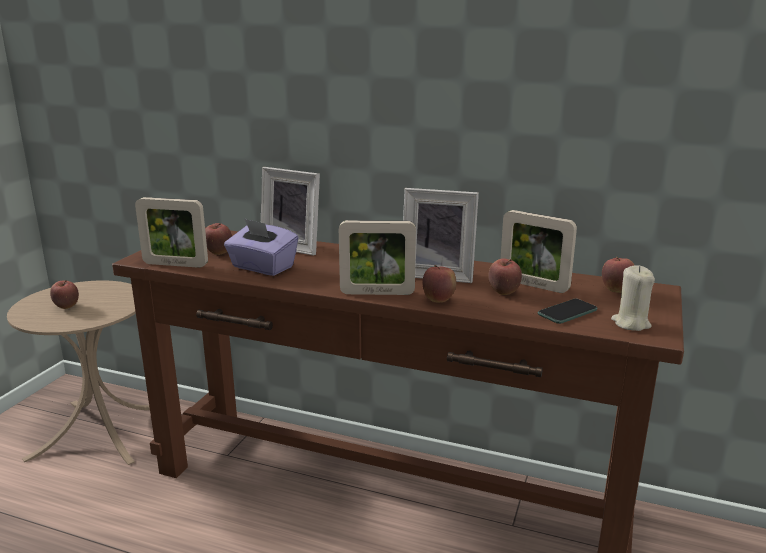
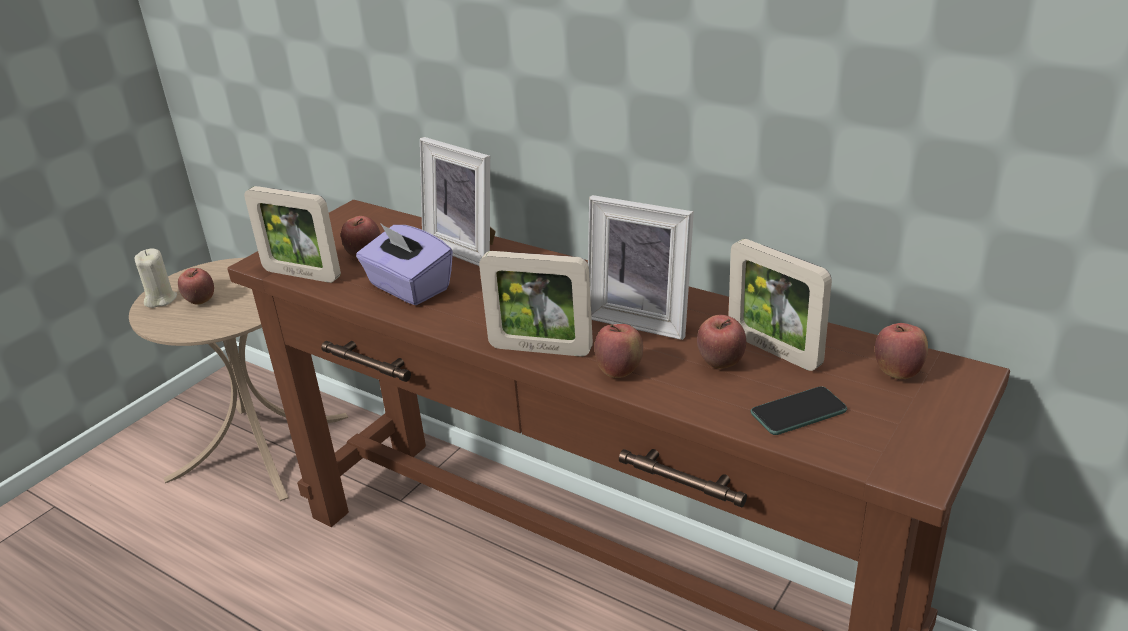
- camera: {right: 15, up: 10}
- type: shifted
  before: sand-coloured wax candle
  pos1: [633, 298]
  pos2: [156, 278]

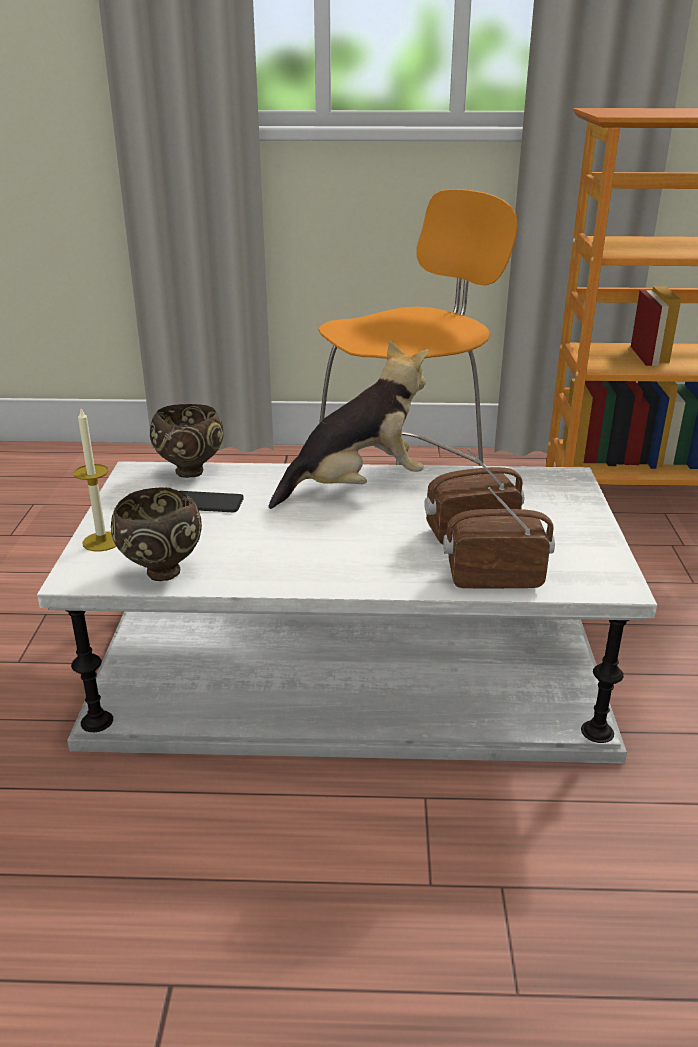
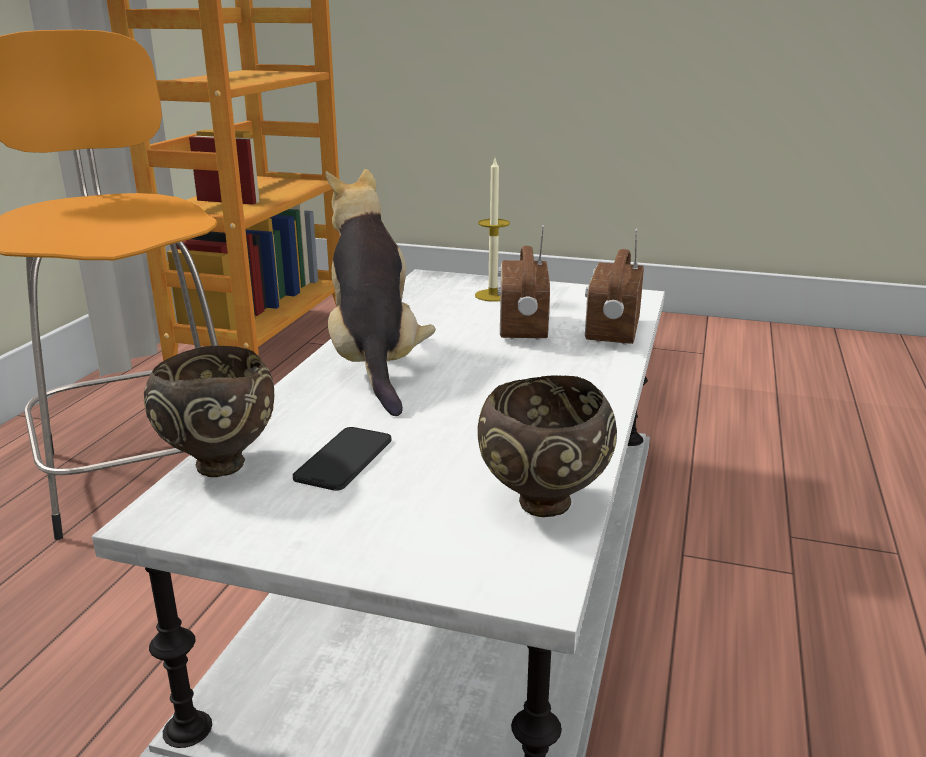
- camera: {right: -75, up: -5}
- type: shifted
  before: wax candle
  pos1: [95, 480]
  pos2: [492, 230]

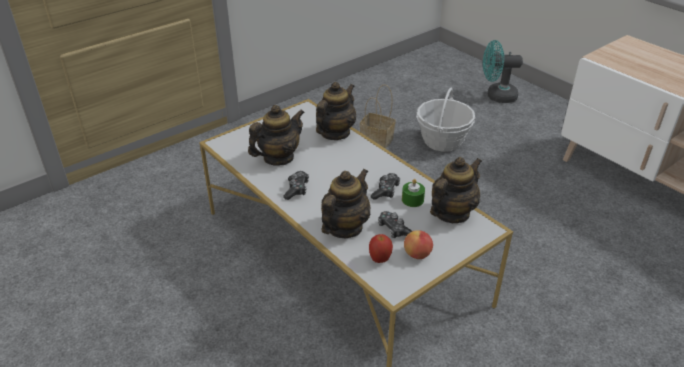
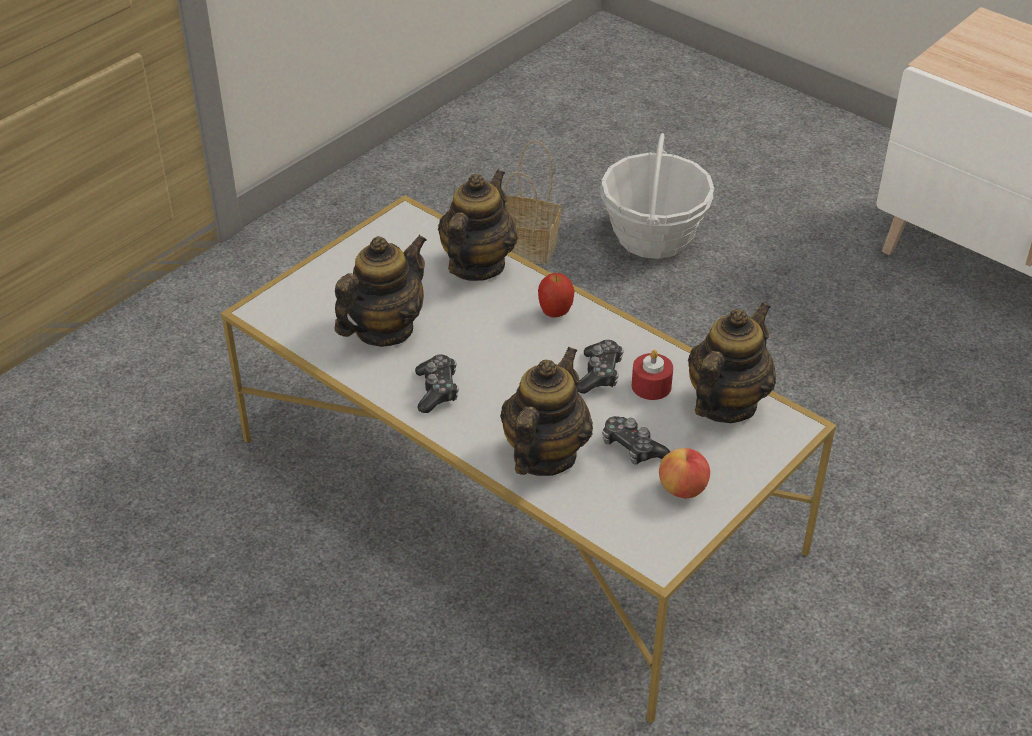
- camera: {right: -10, up: 5}
- type: gone
  before: blue-green cooling fan
  pos1: [503, 71]
- type: shifted
  before: apple fruit
  pos1: [381, 248]
  pos2: [556, 295]
- type: repainted
  before: greenish wax candle
  after: red wax candle
  pos1: [413, 193]
  pos2: [652, 375]

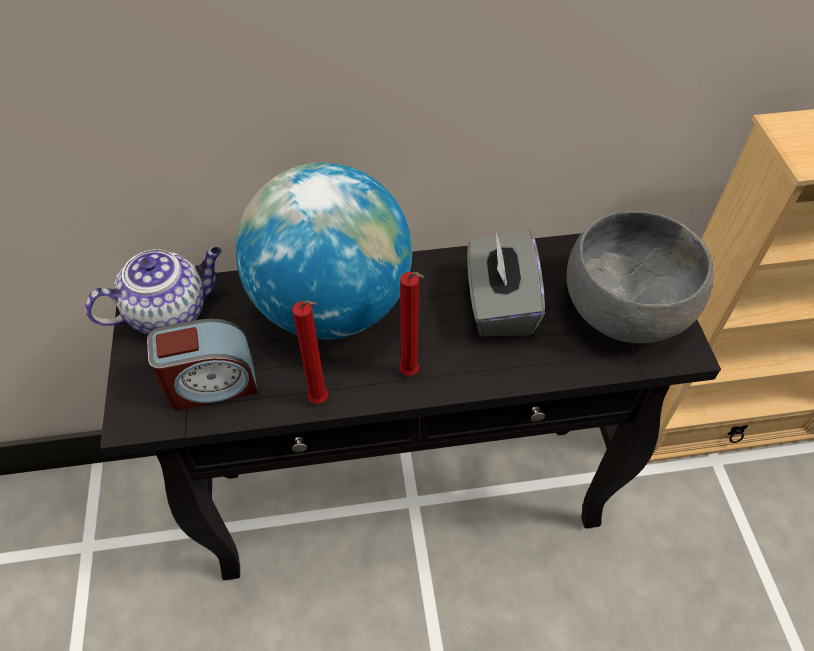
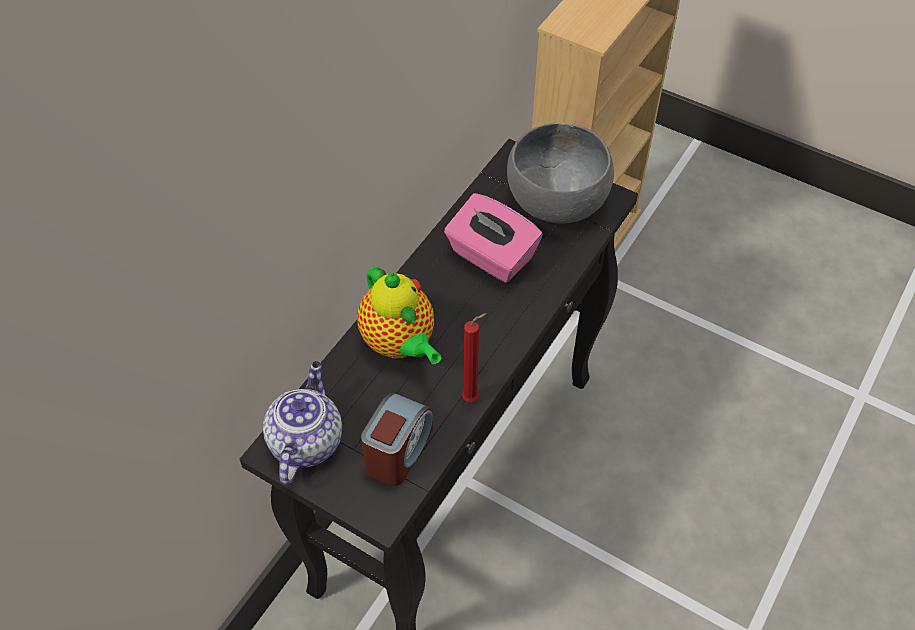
- camera: {right: -50, up: 0}
- type: gone
  before: red wax candle
  pos1: [411, 324]
- type: swapped
  before: desk globe
  after: teapot
  pos1: [324, 251]
  pos2: [399, 314]
- type: repainted
  before: greyish tissue box
  after: pinkish tissue box
  pos1: [506, 283]
  pos2: [493, 238]

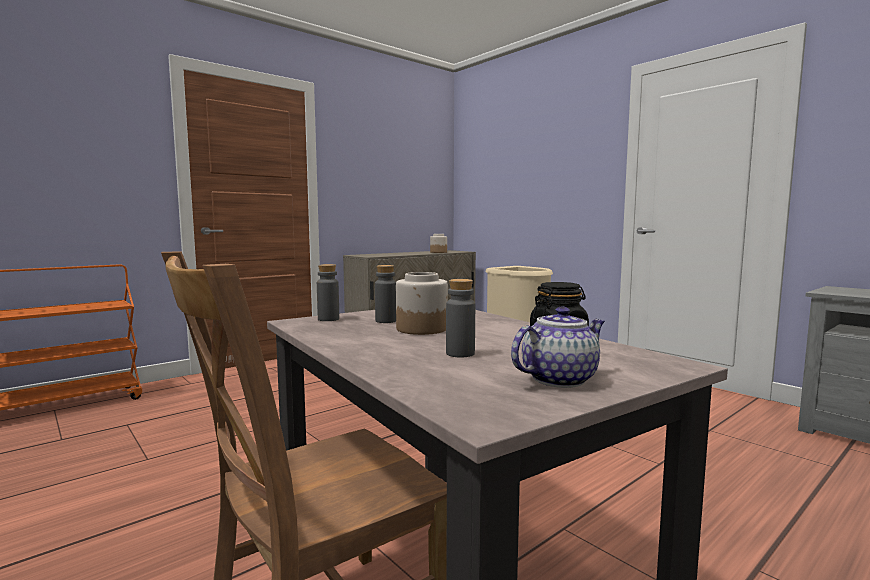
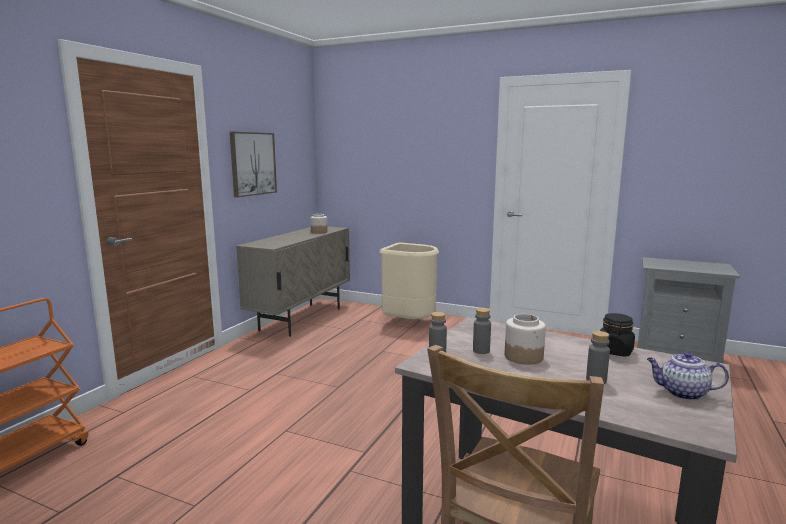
- camera: {right: -25, up: 5}
- type: new
  after: wall picture
  pos2: [253, 164]
- type: rotated
  before: teapot
  pos1: [558, 347]
  pos2: [688, 376]
  turn: -105

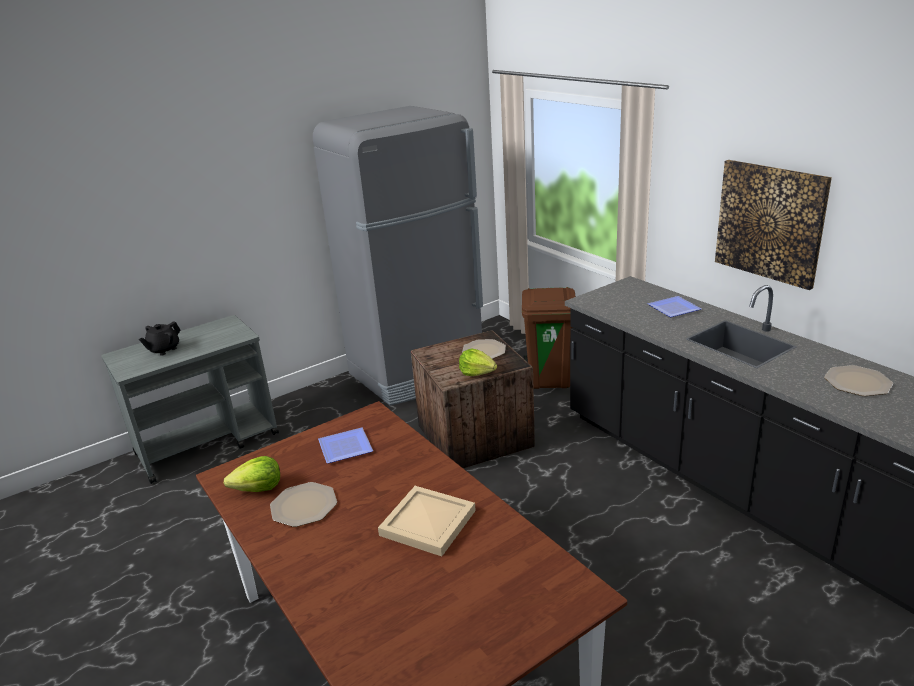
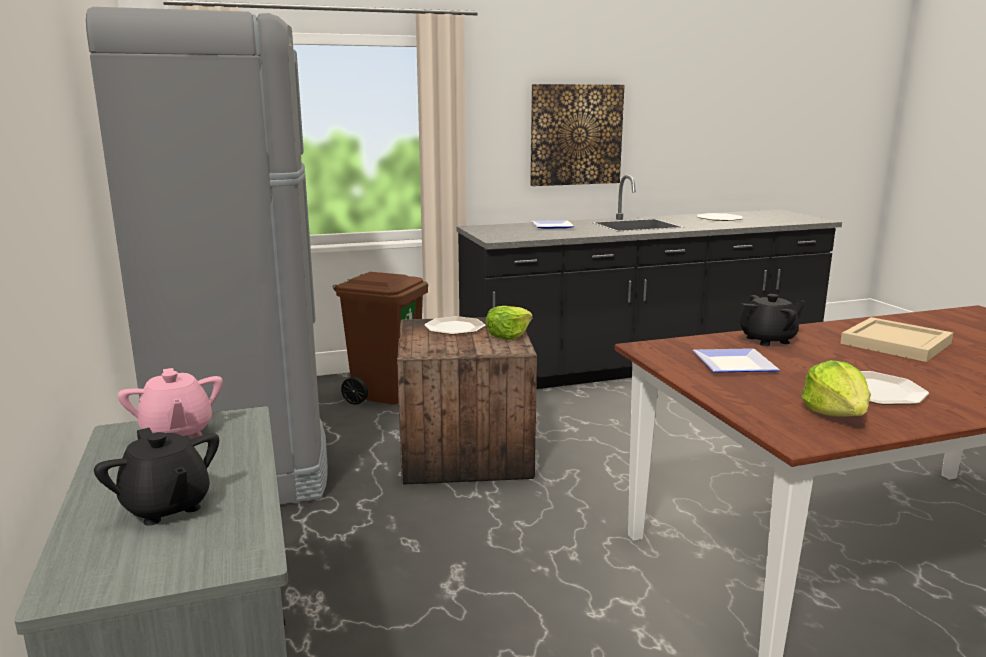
- camera: {right: -75, up: -10}
- type: new
  after: pinkish teapot
  pos2: [170, 403]
- type: new
  after: black teapot
  pos2: [770, 320]

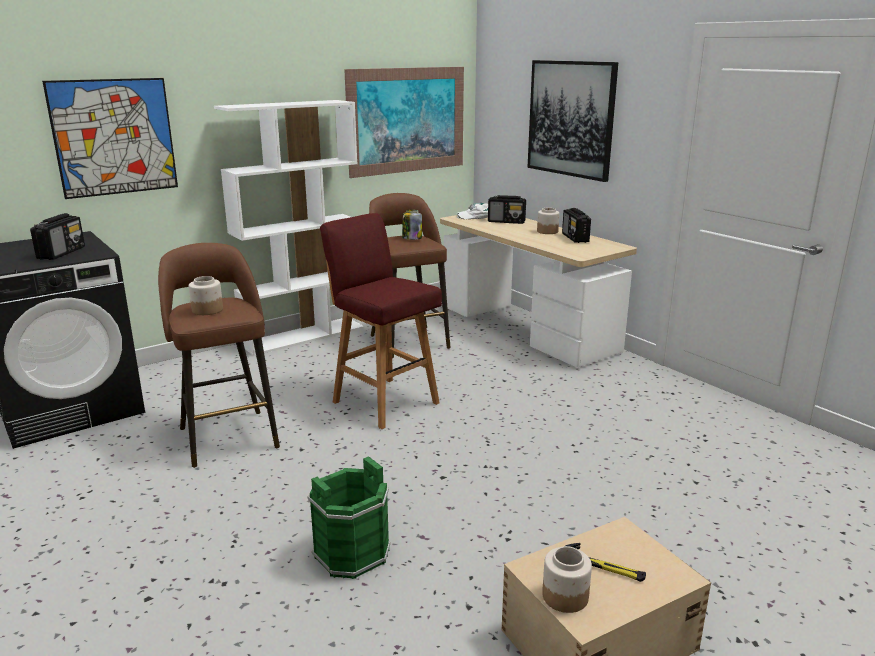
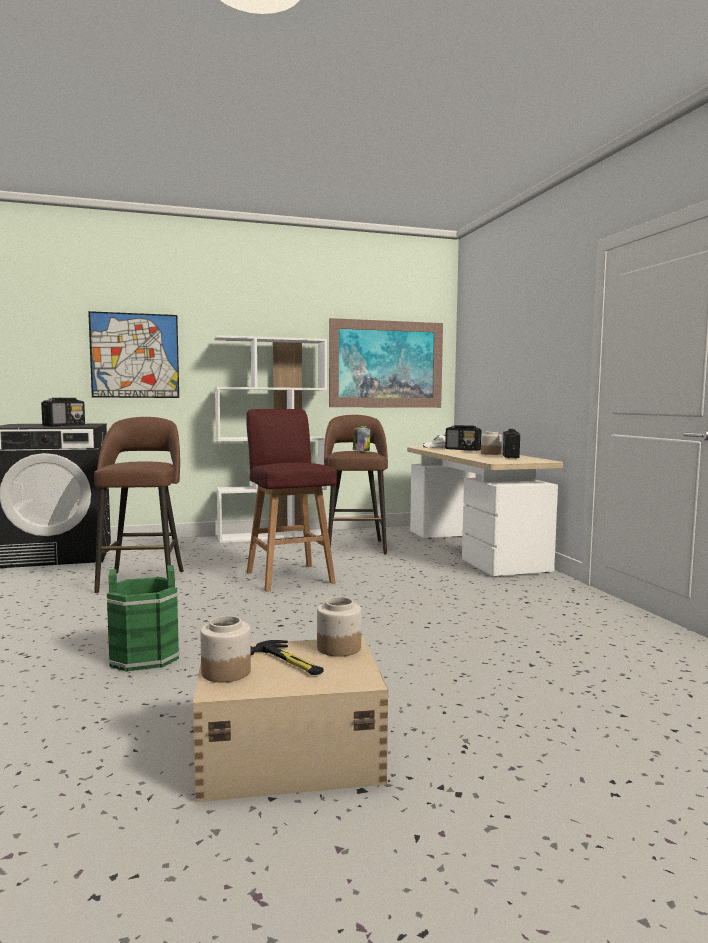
- camera: {right: 20, up: -15}
- type: gone
  before: wall picture
  pos1: [572, 121]
- type: shifted
  before: jar
  pos1: [206, 295]
  pos2: [339, 627]

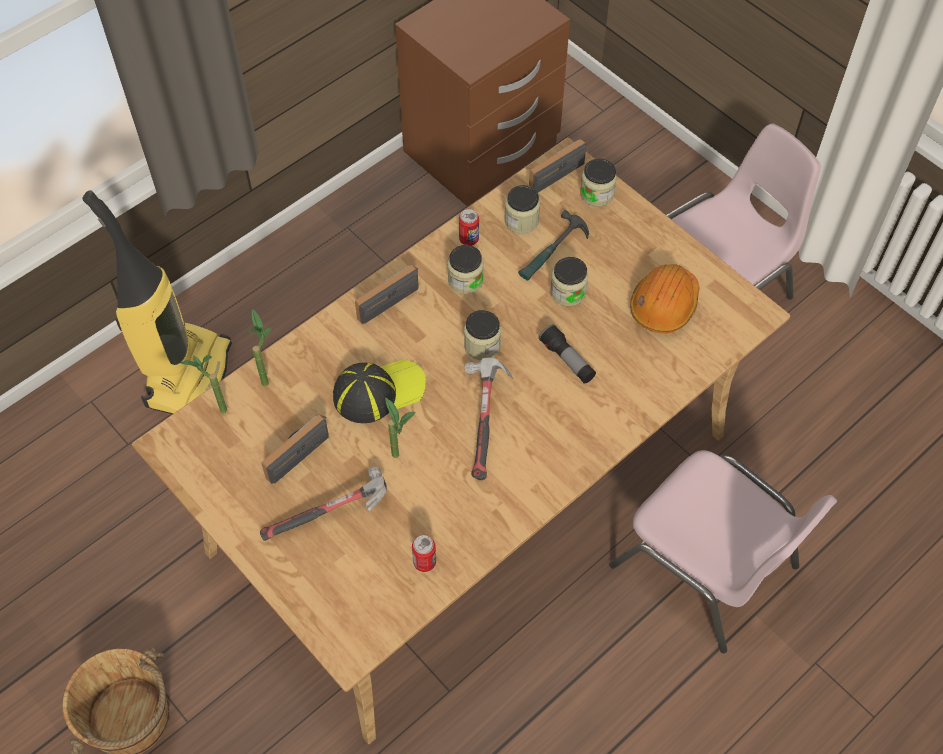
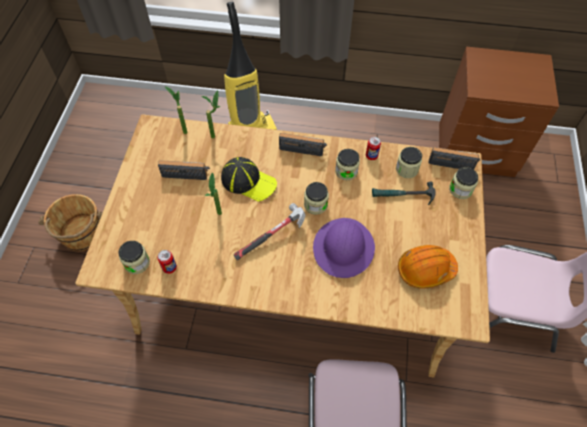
- camera: {right: 50, up: 0}
- type: gone
  before: tool hammer
  pos1: [323, 504]
- type: shifted
  before: jar
  pos1: [569, 281]
  pos2: [134, 257]
- type: swapped
  before: flashlight
  after: purple safety helmet
  pos1: [567, 354]
  pos2: [344, 248]

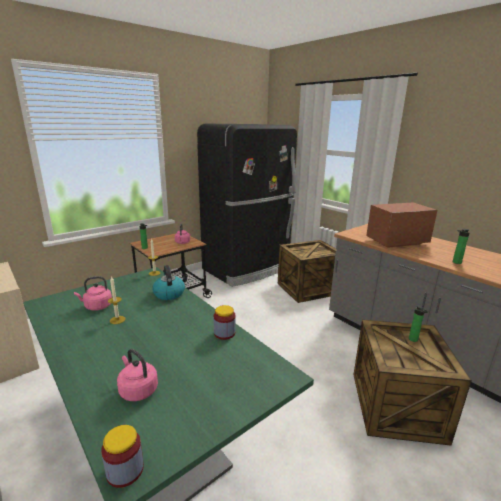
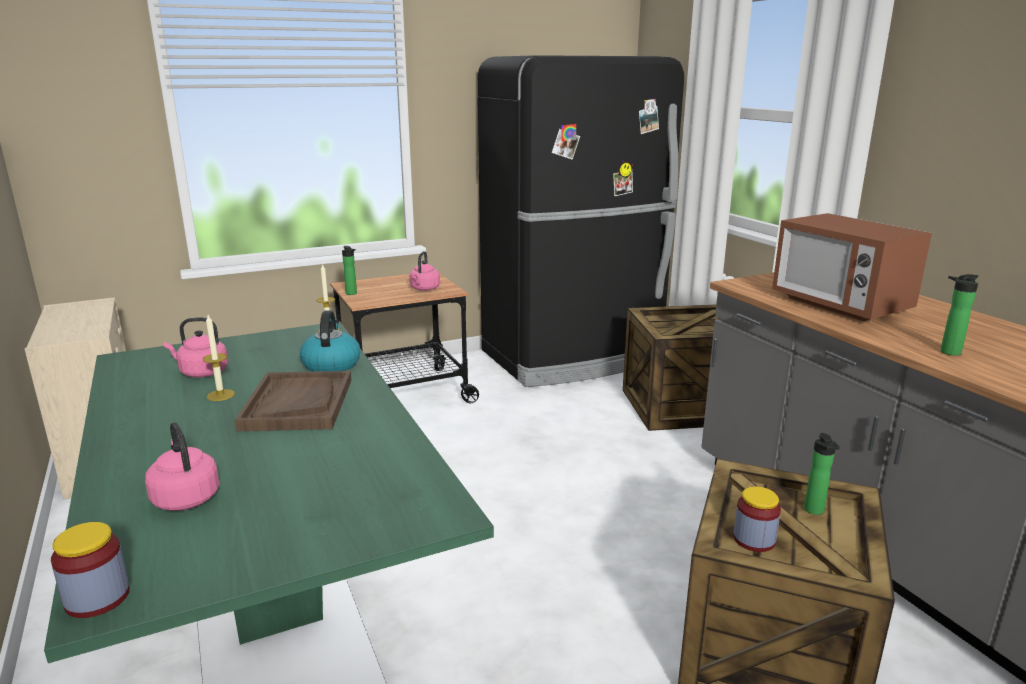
- camera: {right: 15, up: 0}
- type: new
  after: brown carrying tray
  pos2: [292, 401]
- type: shifted
  before: jar
  pos1: [224, 322]
  pos2: [757, 519]
- type: rotated
  before: kitchen microwave
  pos1: [401, 225]
  pos2: [852, 267]
  turn: -120

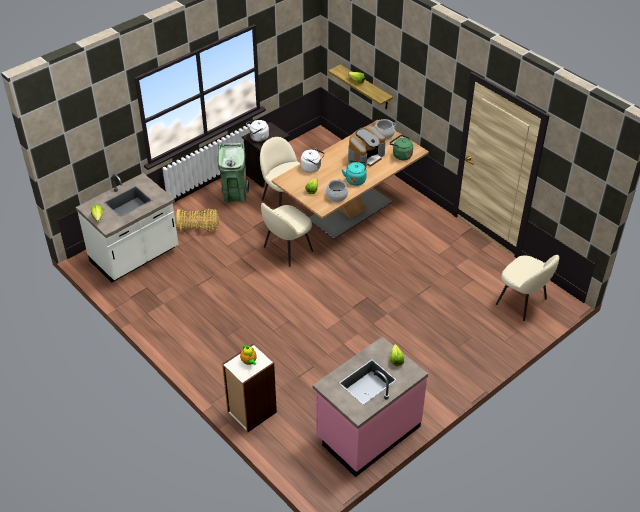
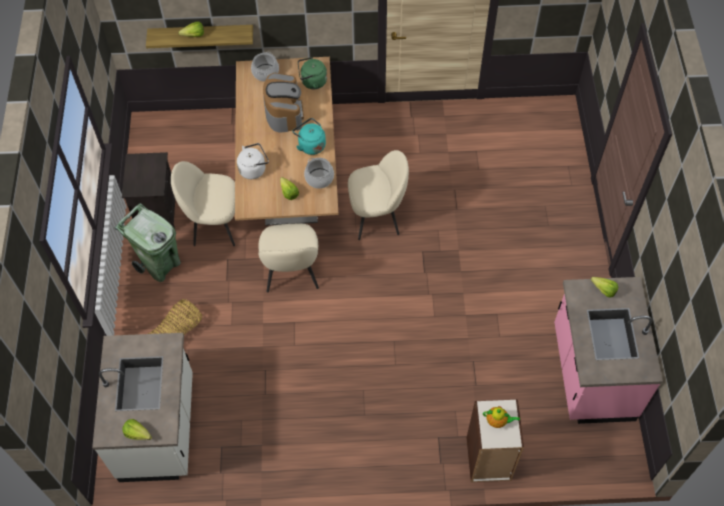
- camera: {right: -50, up: 15}
- type: gone
  before: white kettle
  pos1: [257, 130]
- type: shifted
  before: sand-coloured chair
  pos1: [527, 288]
  pos2: [378, 195]

